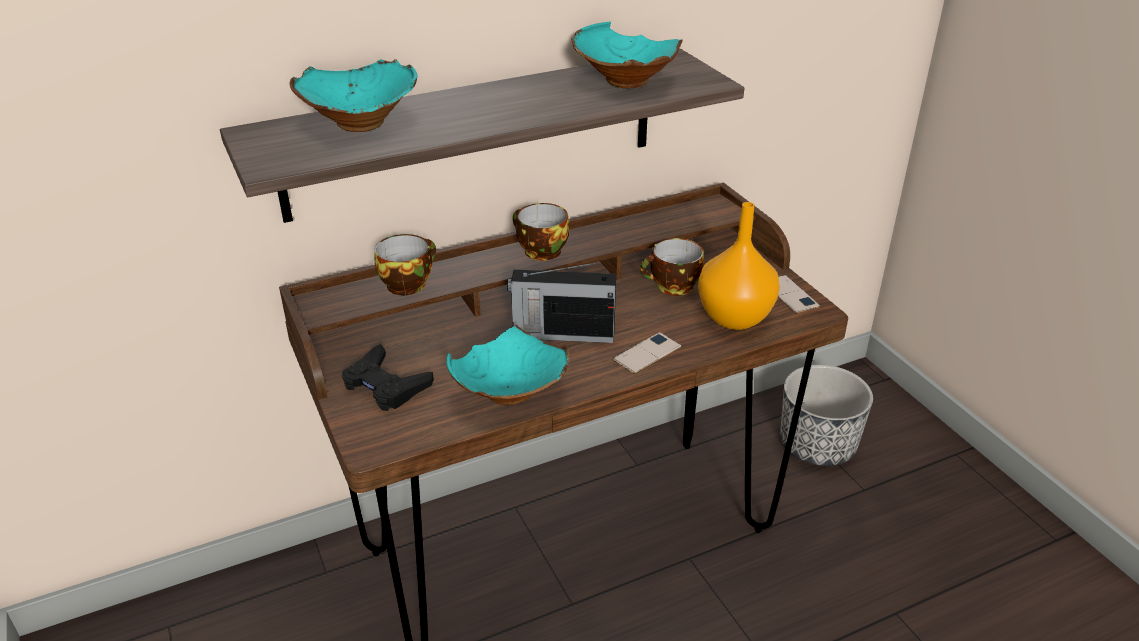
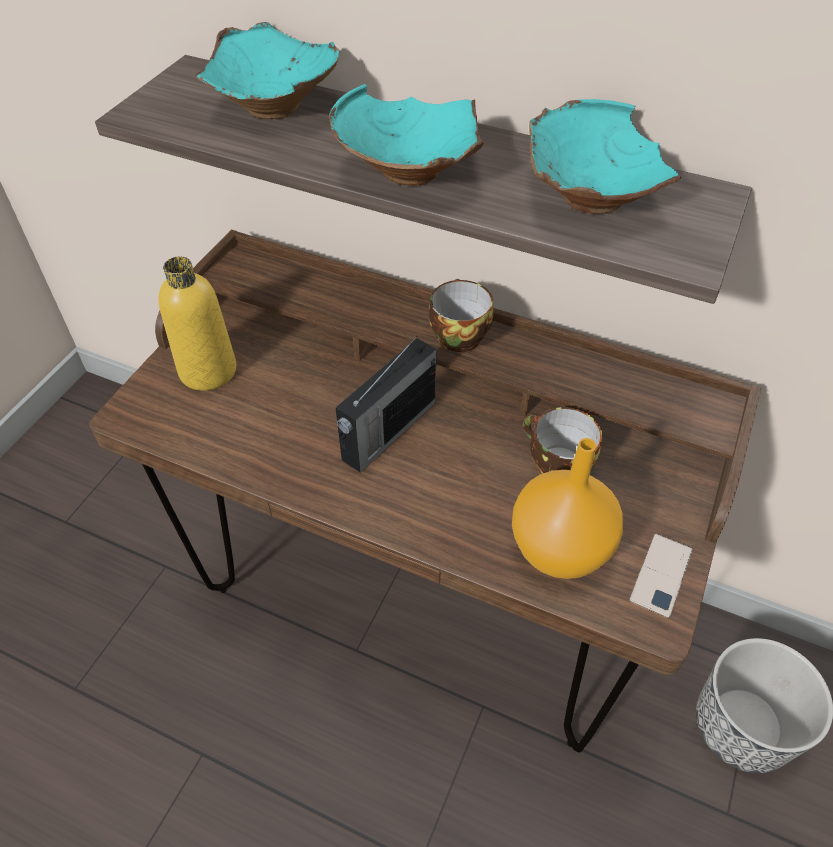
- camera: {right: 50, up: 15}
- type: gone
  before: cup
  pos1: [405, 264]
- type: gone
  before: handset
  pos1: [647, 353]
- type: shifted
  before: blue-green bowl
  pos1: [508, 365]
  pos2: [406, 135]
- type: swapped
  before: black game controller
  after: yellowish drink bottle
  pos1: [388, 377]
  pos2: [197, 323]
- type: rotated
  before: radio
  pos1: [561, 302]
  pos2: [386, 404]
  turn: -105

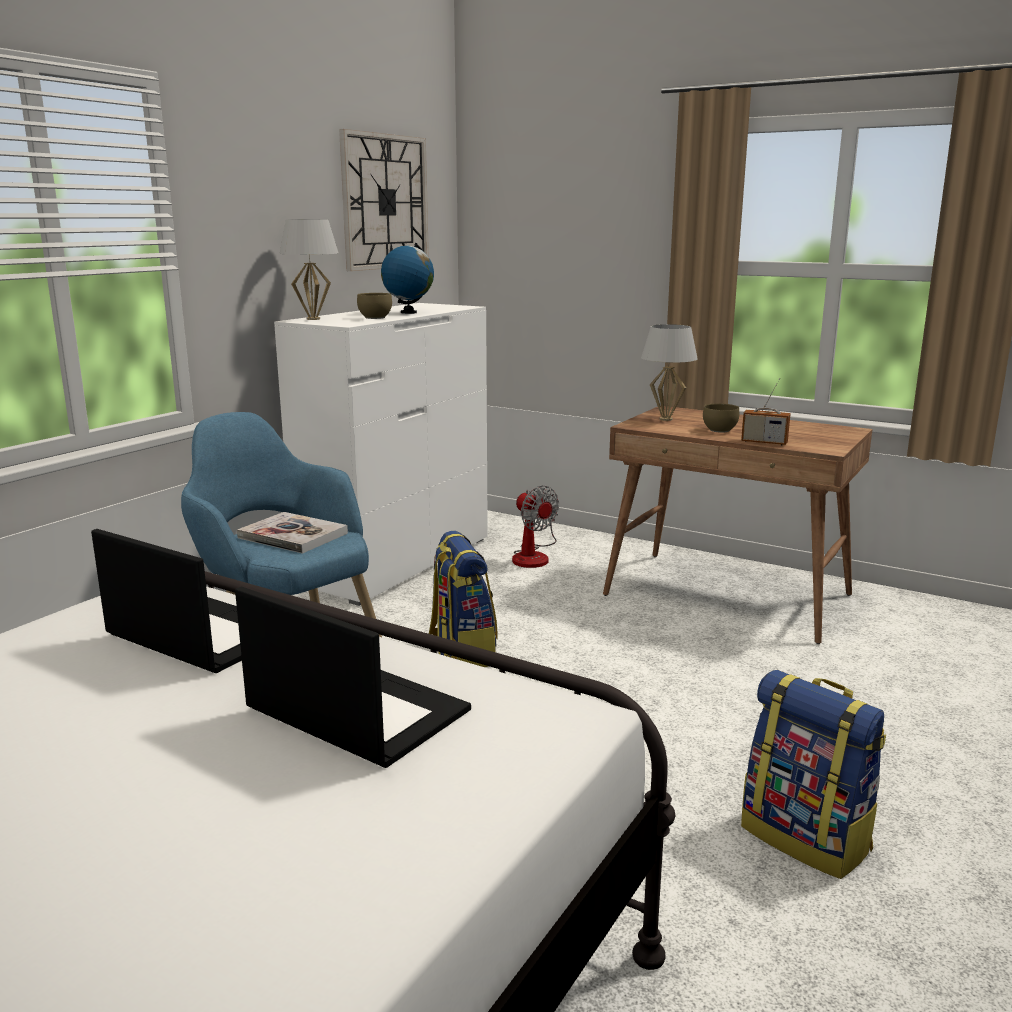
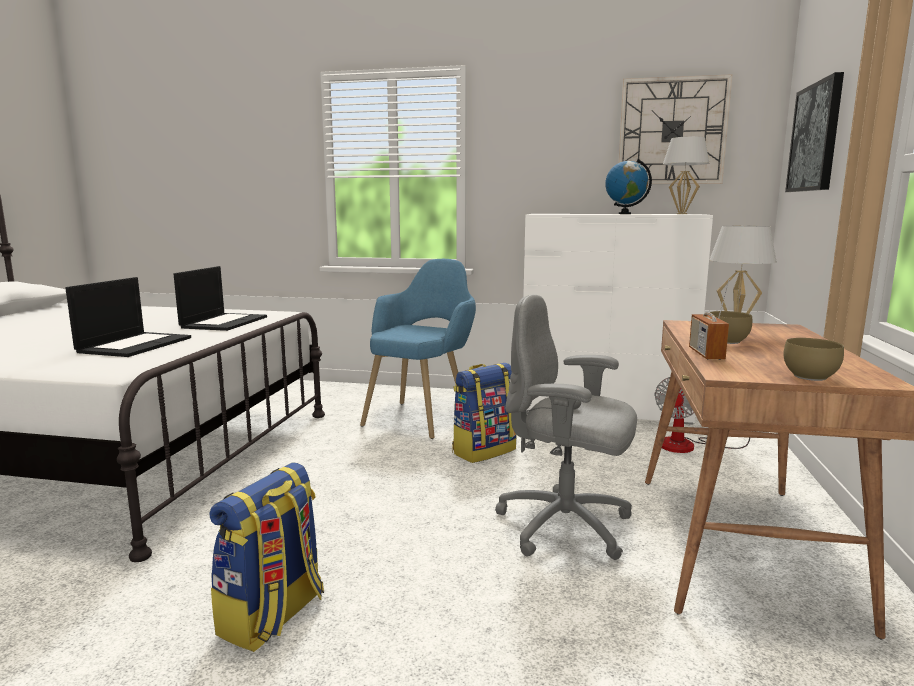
- camera: {right: 70, up: -5}
- type: gone
  before: book
  pos1: [292, 533]
- type: new
  after: greyish computer chair
  pos2: [566, 427]
- type: new
  after: wall picture
  pos2: [814, 132]
- type: shifted
  before: white lamp for a table
  pos1: [309, 269]
  pos2: [686, 175]
- type: shifted
  before: brown bowl
  pos1: [374, 306]
  pos2: [813, 359]

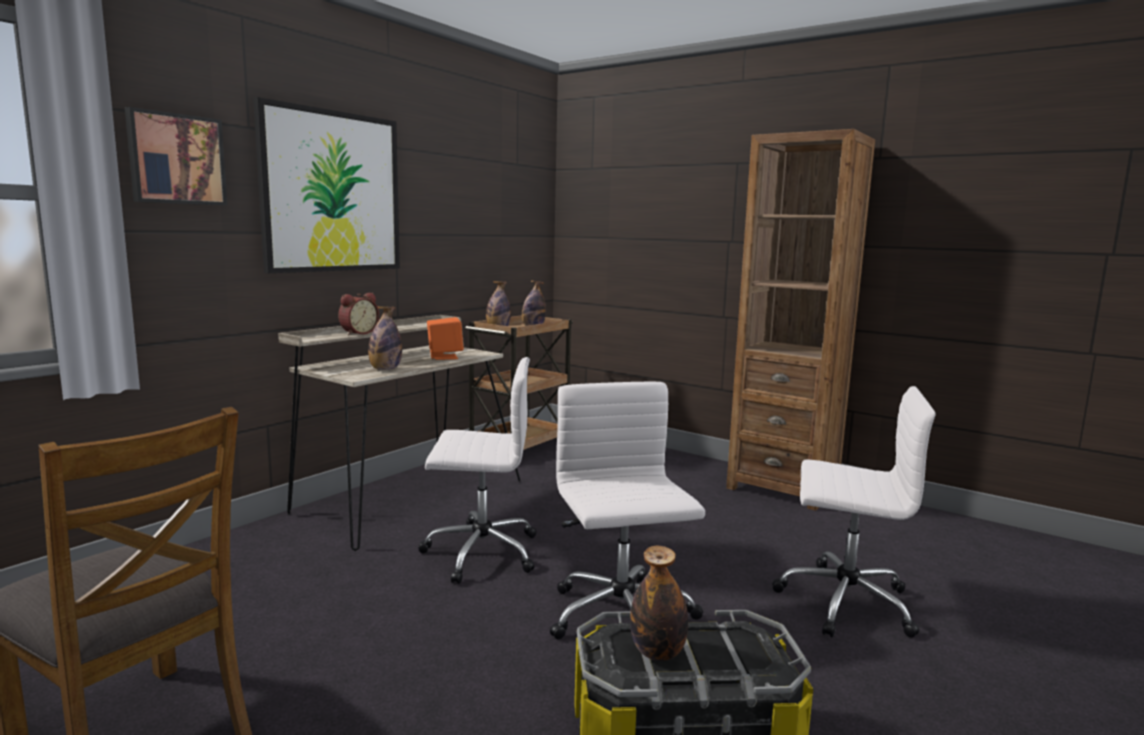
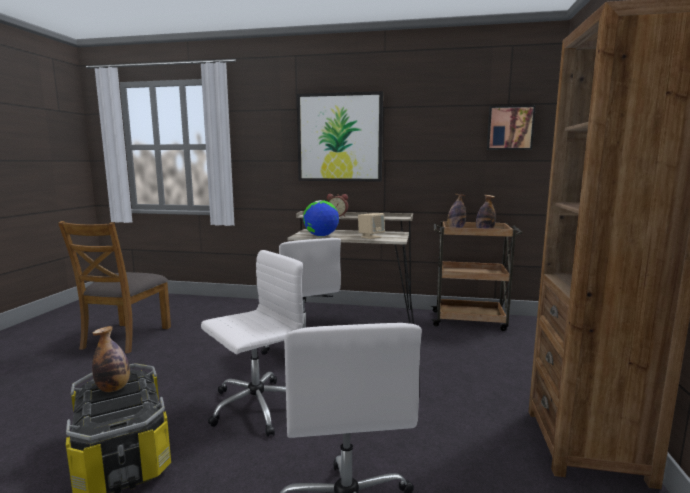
- camera: {right: 65, up: 0}
- type: shifted
  before: wall picture
  pos1: [176, 156]
  pos2: [511, 127]
- type: swapped
  before: drink bottle
  after: desk globe
  pos1: [385, 338]
  pos2: [321, 218]
- type: repainted
  before: orange audio speaker
  after: sand-coloured audio speaker
  pos1: [445, 338]
  pos2: [371, 226]

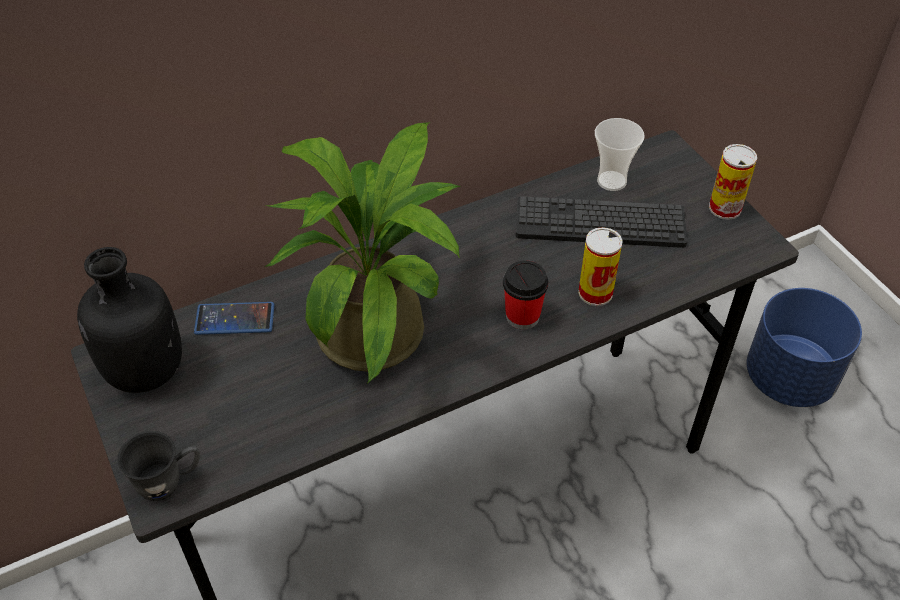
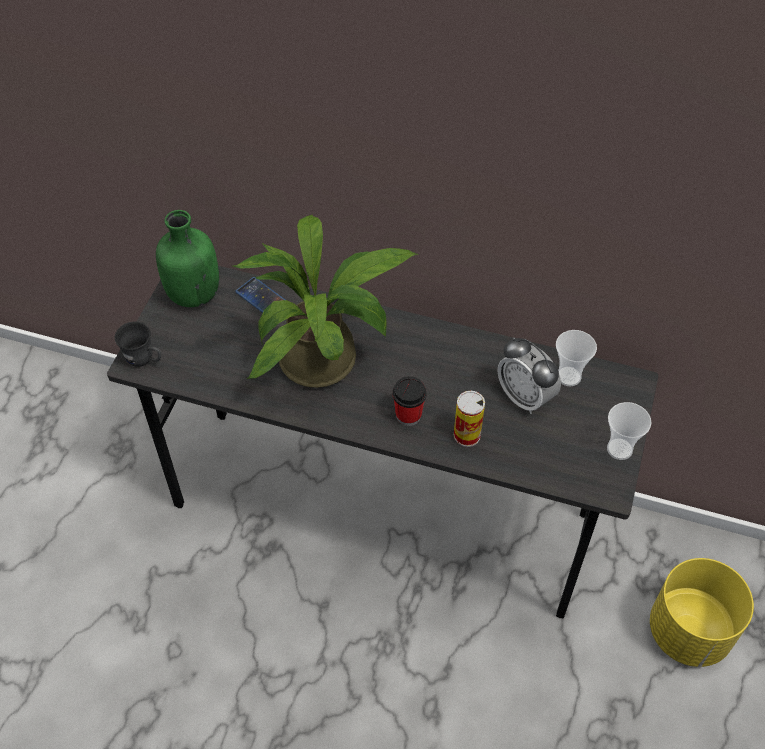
- camera: {right: 45, up: 5}
- type: swapped
  before: keyboard
  after: bedside clock
  pos1: [601, 222]
  pos2: [529, 375]
- type: swapped
  before: sealed can
  after: cup
  pos1: [733, 182]
  pos2: [629, 431]
- type: repainted
  before: black drink bottle
  after: greenish drink bottle
  pos1: [129, 320]
  pos2: [187, 258]
- type: repainted
  before: blue-coloured plant pot
  after: yellowish plant pot
  pos1: [804, 347]
  pos2: [702, 612]

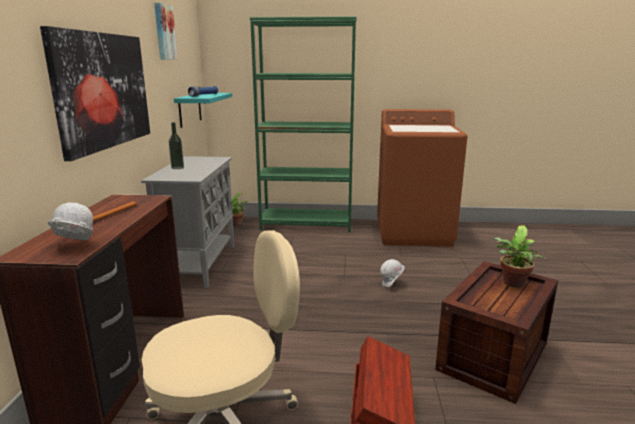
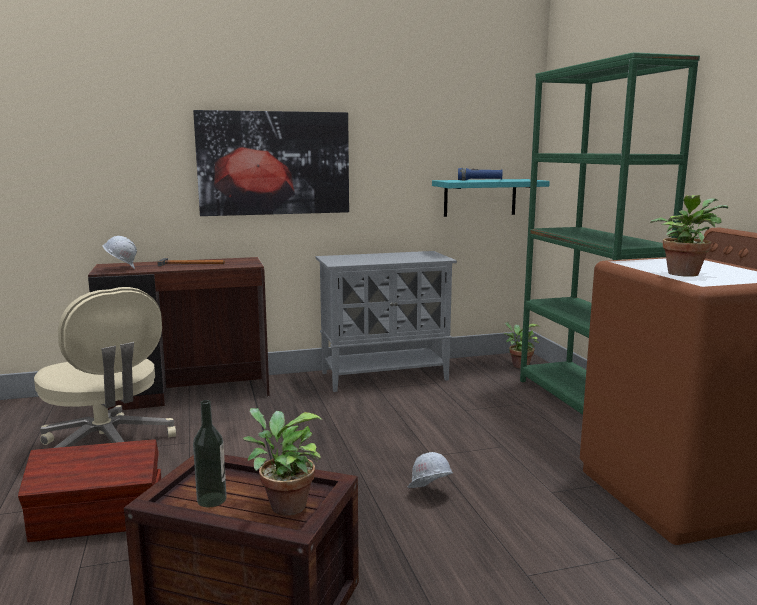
- camera: {right: 70, up: -5}
- type: gone
  before: wall picture
  pos1: [166, 31]
- type: new
  after: plant in a pot
  pos2: [689, 236]
- type: shifted
  before: drink bottle
  pos1: [176, 145]
  pos2: [210, 453]

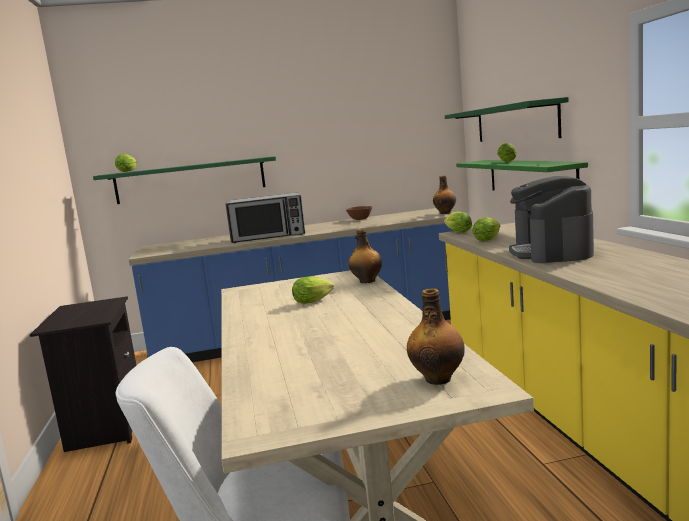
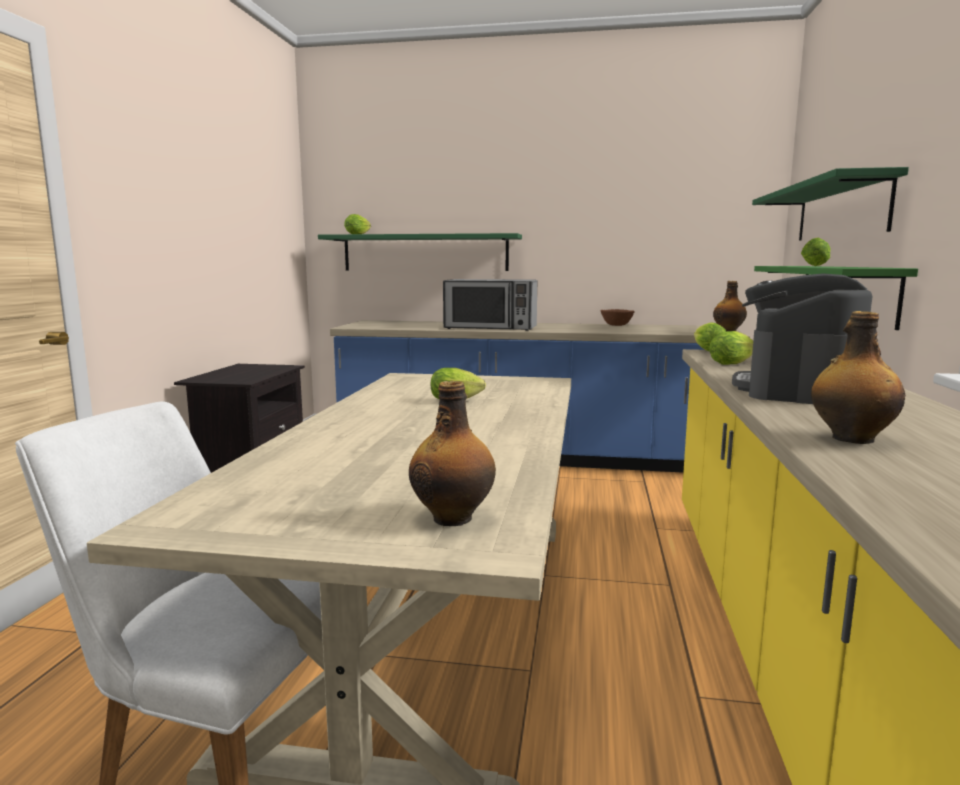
- camera: {right: 20, up: 0}
- type: shifted
  before: drink bottle
  pos1: [365, 256]
  pos2: [858, 377]

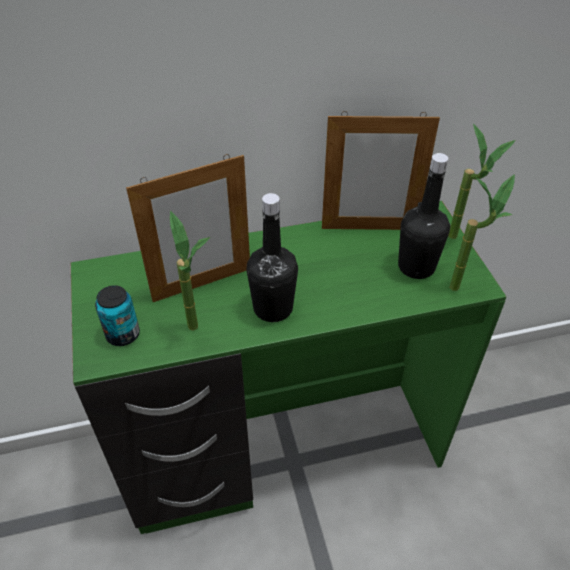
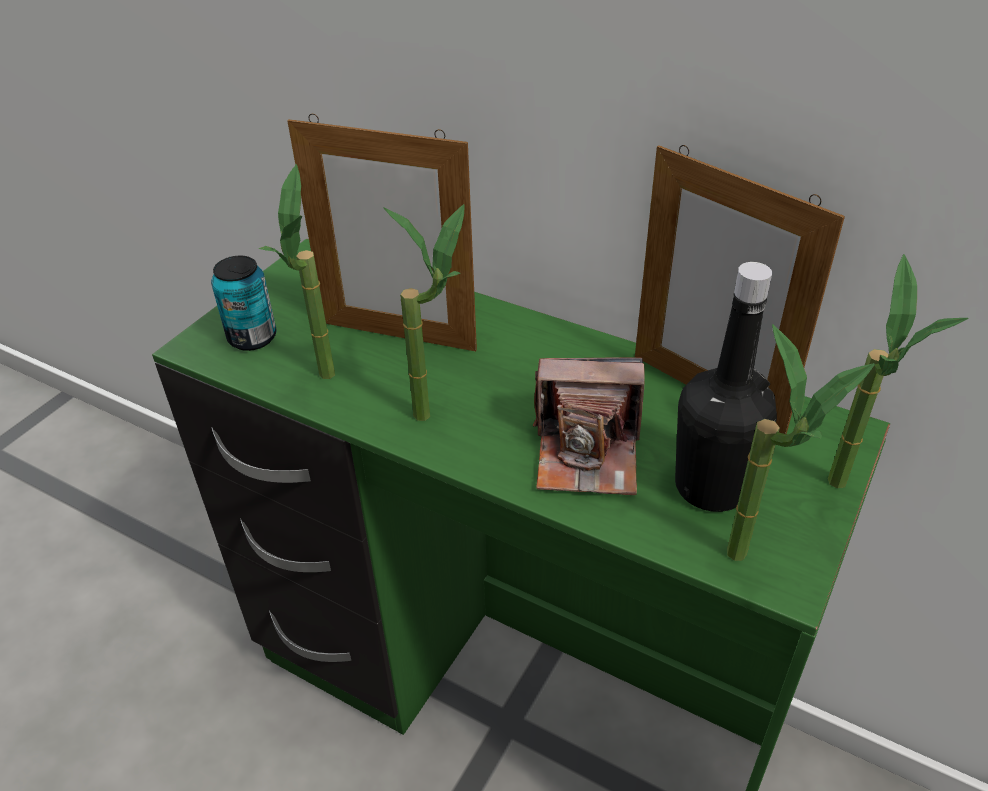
- camera: {right: 45, up: -5}
- type: new
  after: still camera
  pos2: [589, 426]
- type: swapped
  before: black drink bottle
  after: plant in a pot
  pos1: [272, 257]
  pos2: [424, 312]

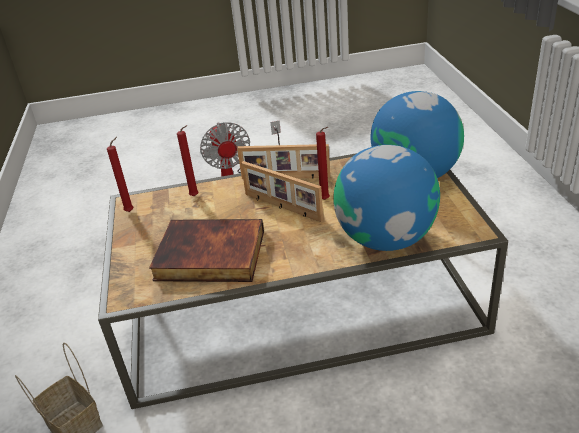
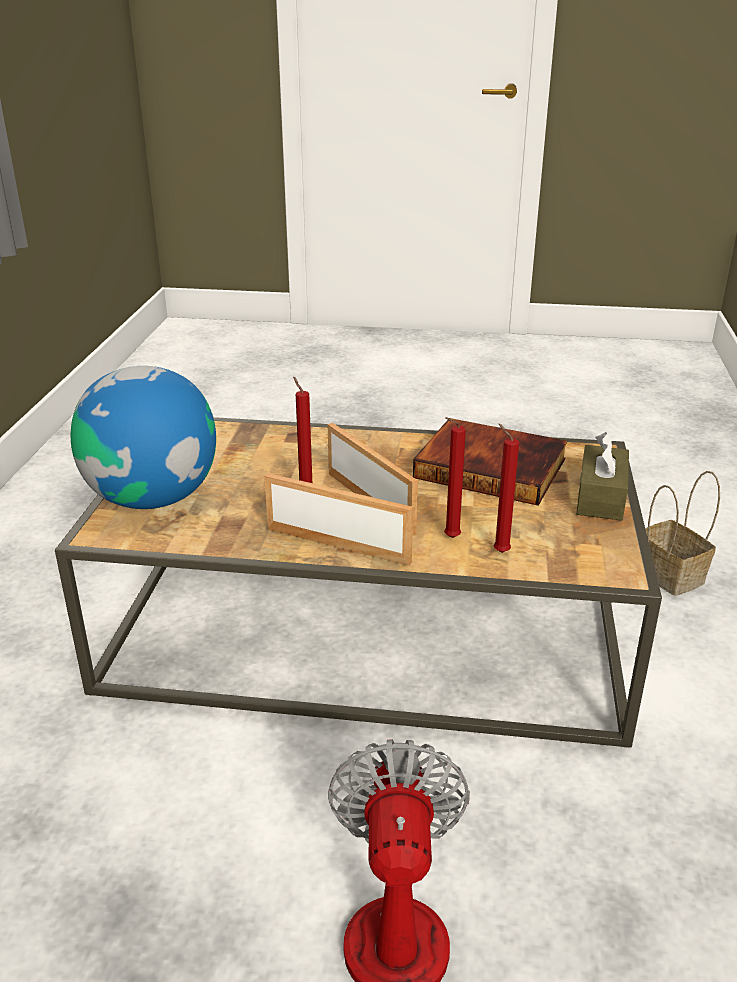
- camera: {right: -165, up: -5}
- type: gone
  before: desk globe
  pos1: [386, 198]
- type: new
  after: brown tissue box
  pos2: [602, 476]
- type: shifted
  before: red wax candle
  pos1: [120, 174]
  pos2: [455, 477]

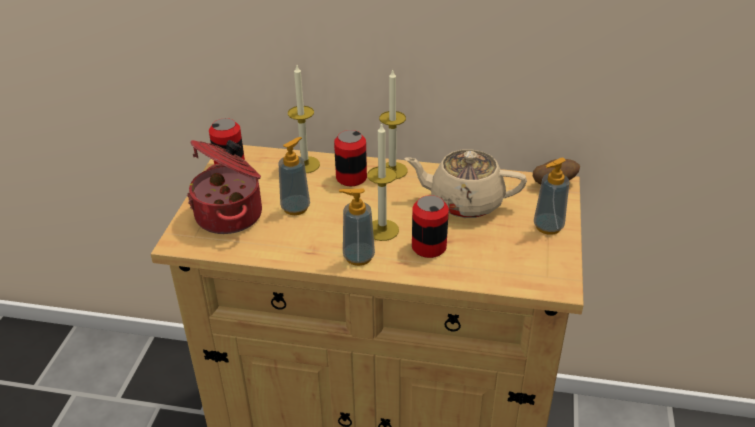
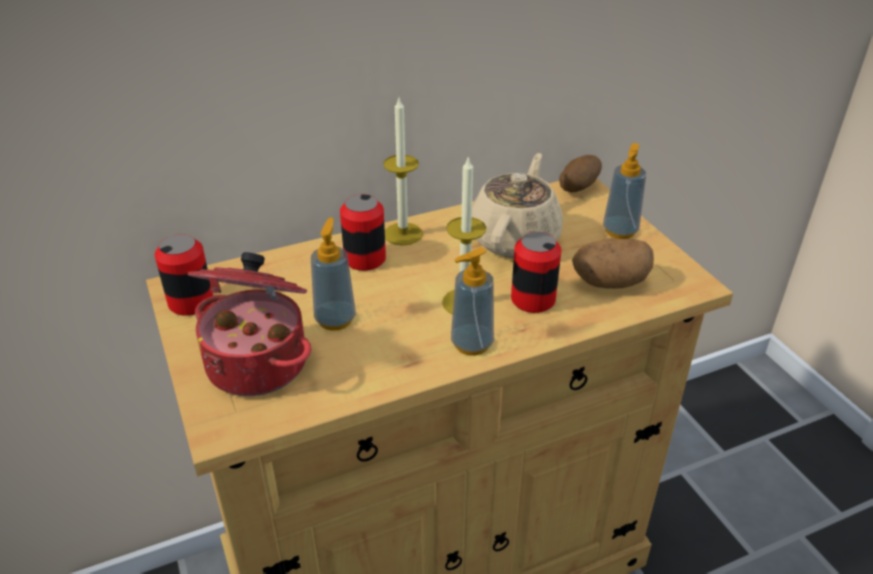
- camera: {right: -35, up: 0}
- type: gone
  before: wax candle
  pos1: [304, 119]
- type: new
  after: spud
  pos2: [613, 263]
- type: rotated
  before: sand-coloured teapot
  pos1: [465, 183]
  pos2: [517, 205]
  turn: 135

